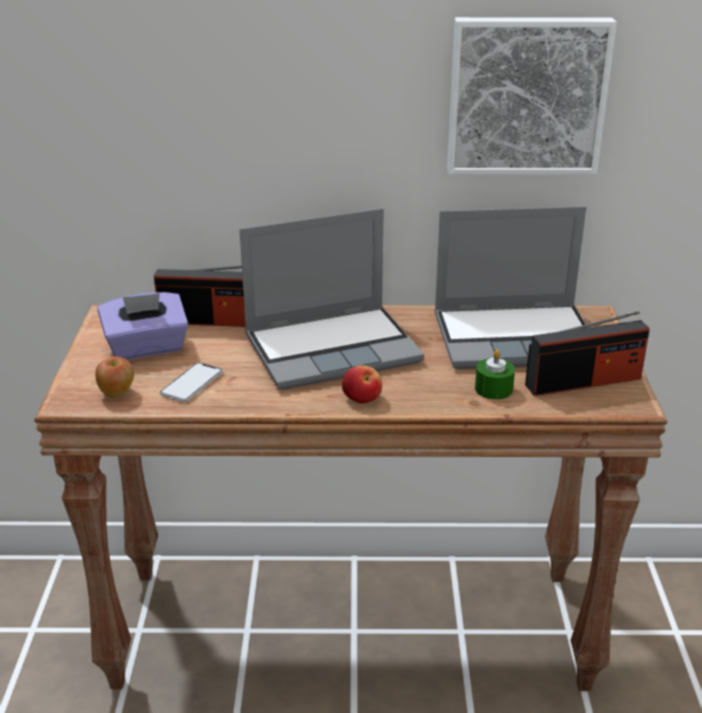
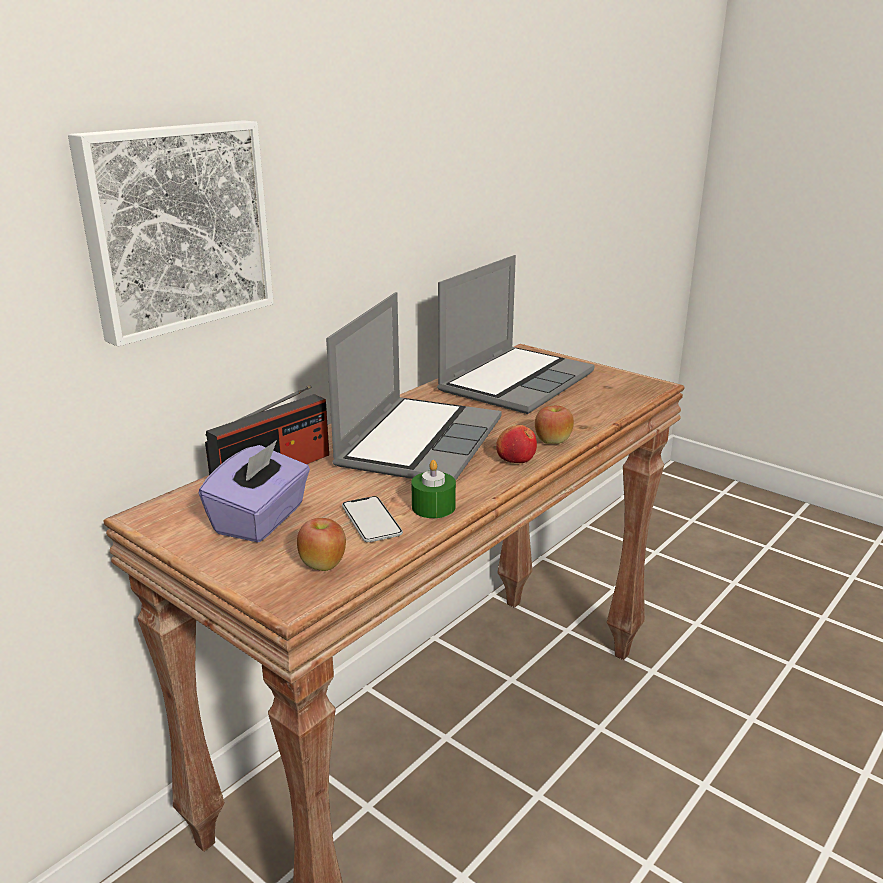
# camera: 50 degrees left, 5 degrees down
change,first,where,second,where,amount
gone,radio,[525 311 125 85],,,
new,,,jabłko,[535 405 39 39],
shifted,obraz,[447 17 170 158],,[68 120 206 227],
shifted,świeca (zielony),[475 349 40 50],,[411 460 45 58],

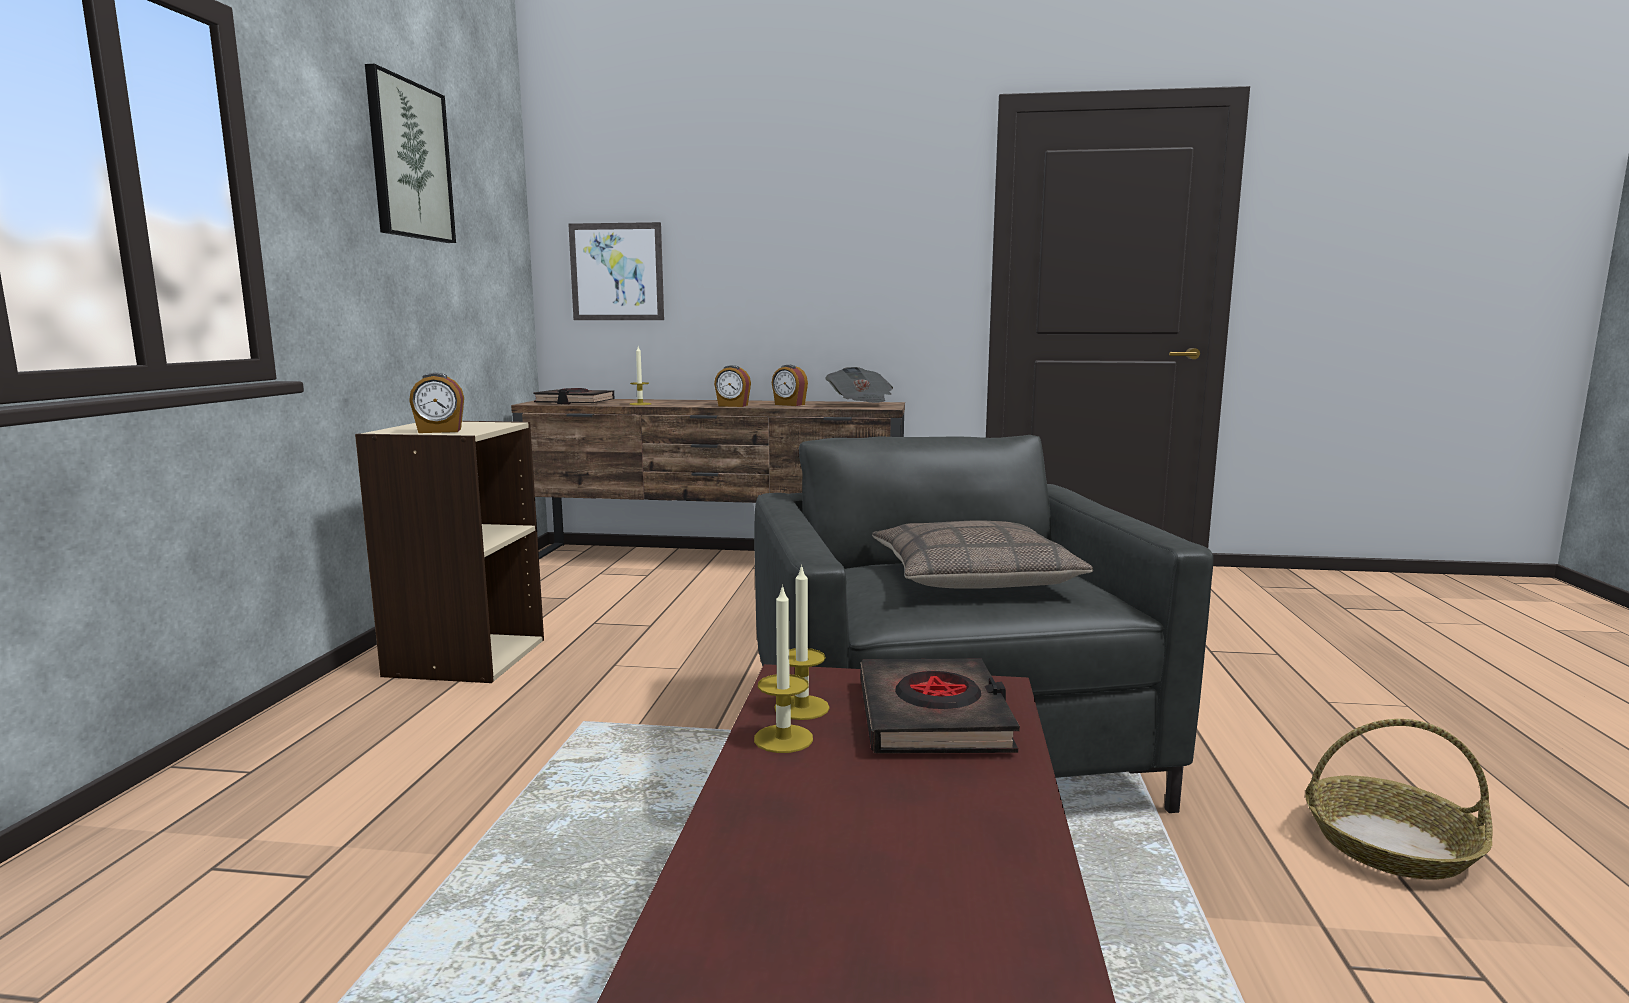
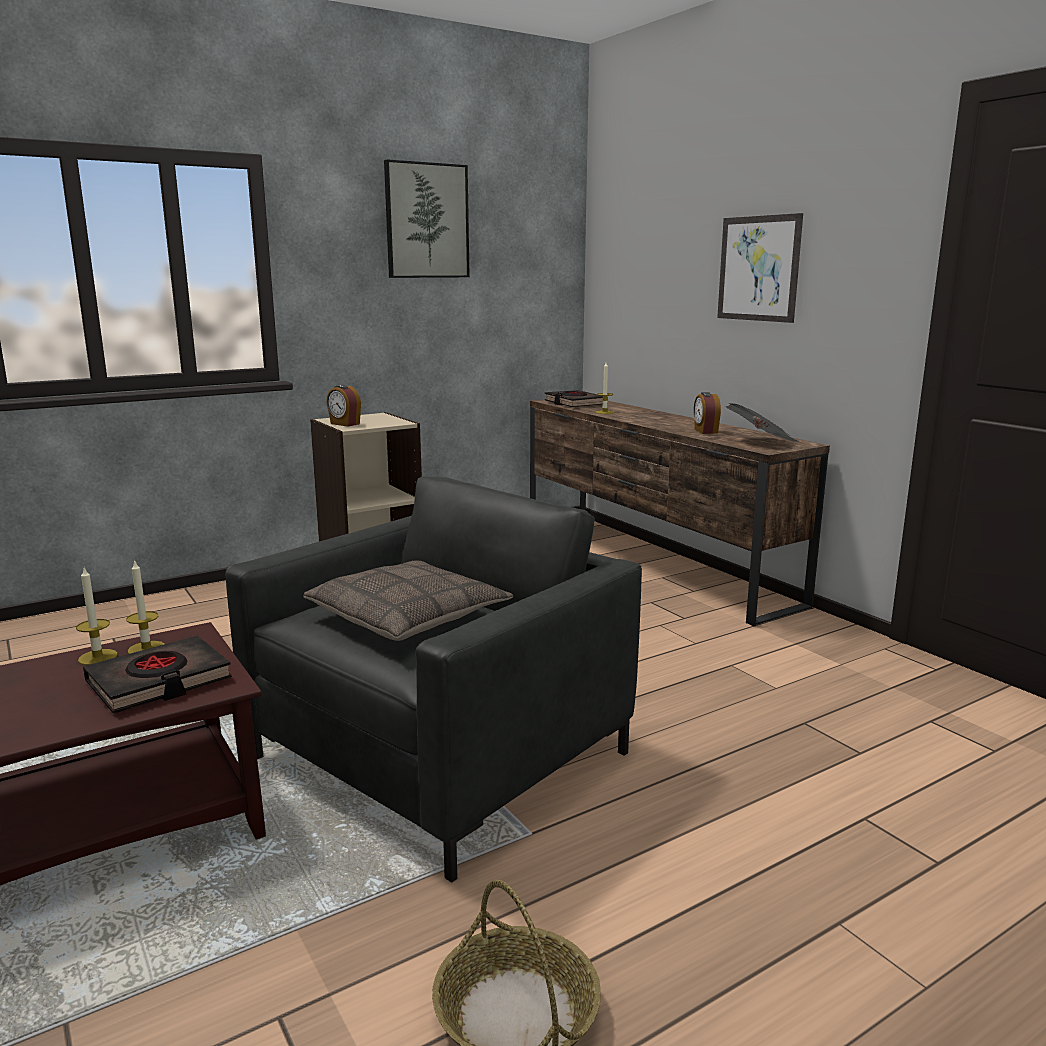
# camera: 50 degrees right, 5 degrees up
change,first,where,second,where,amount
gone,budzik,[714 365 37 42],,,
shifted,obraz,[568 222 96 98],,[717 213 86 110],

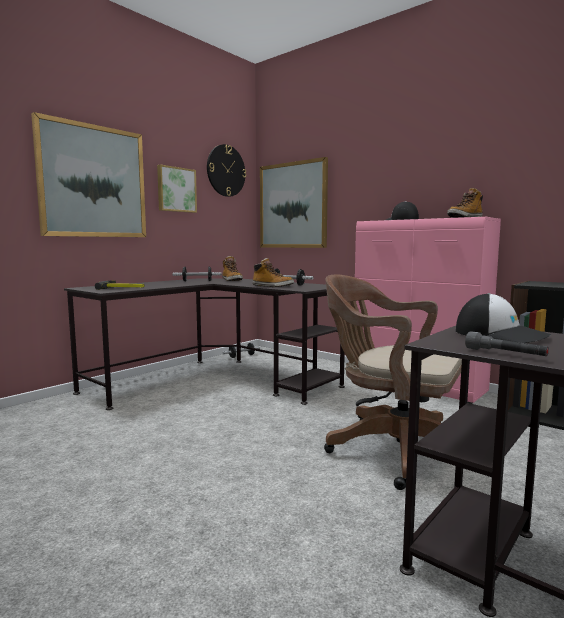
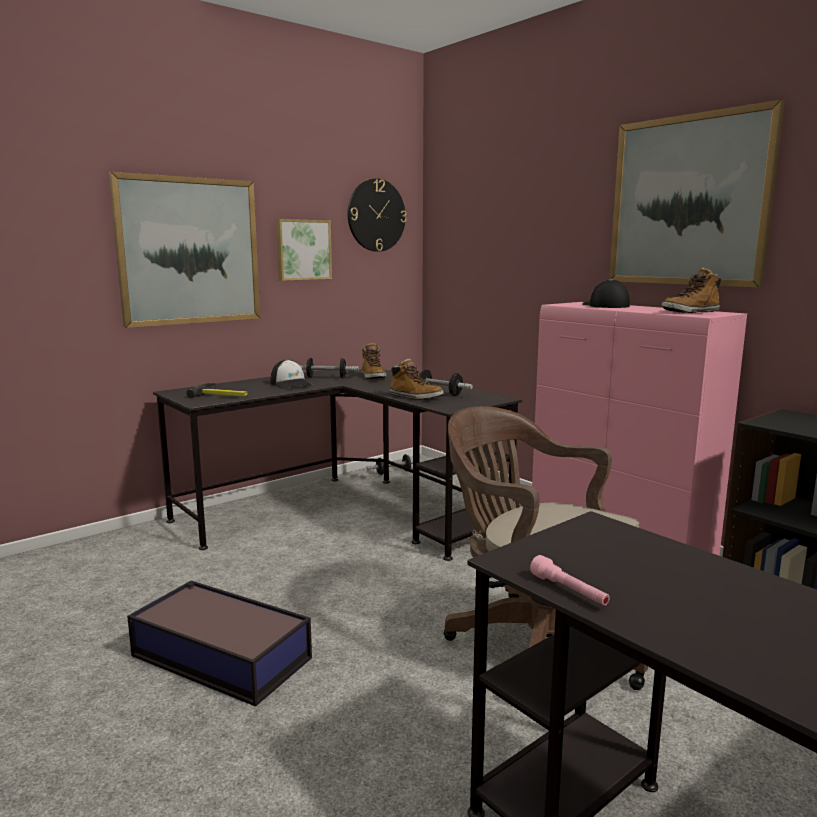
# camera: 10 degrees right, 5 degrees up
change,first,where,second,where,amount
new,,,pojemnik do przechowywania,[127 580 185 127],
shifted,obraz,[260 157 68 91],,[609 100 176 188],
shifted,czapka z daszkiem,[456 293 95 50],,[270 360 43 29],
repainted,latarka (szary),[465 331 84 25],latarka (różowy),[530 555 80 51],

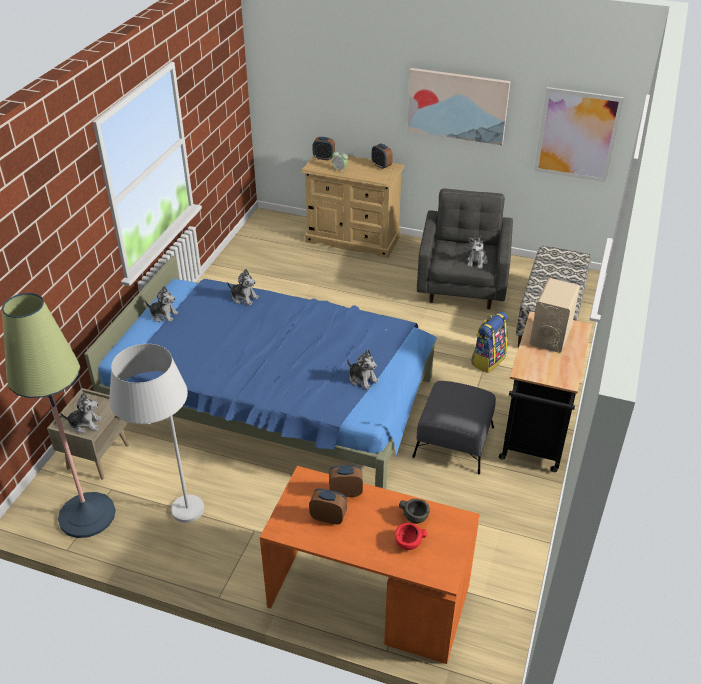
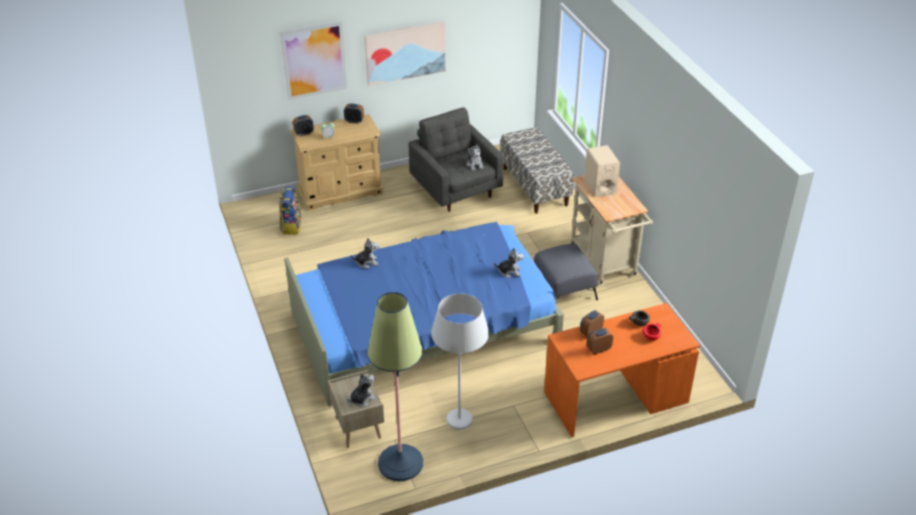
# camera: 40 degrees left, 0 degrees up
change,first,where,second,where,amount
gone,pluszak,[145 286 34 36],,,
shifted,plecak,[471 311 37 62],,[279 186 22 49],
shifted,obraz,[534 87 90 95],,[280 21 67 79],
repainted,wózek (czarny),[499 311 93 161],wózek (beżowy),[569 175 84 110],

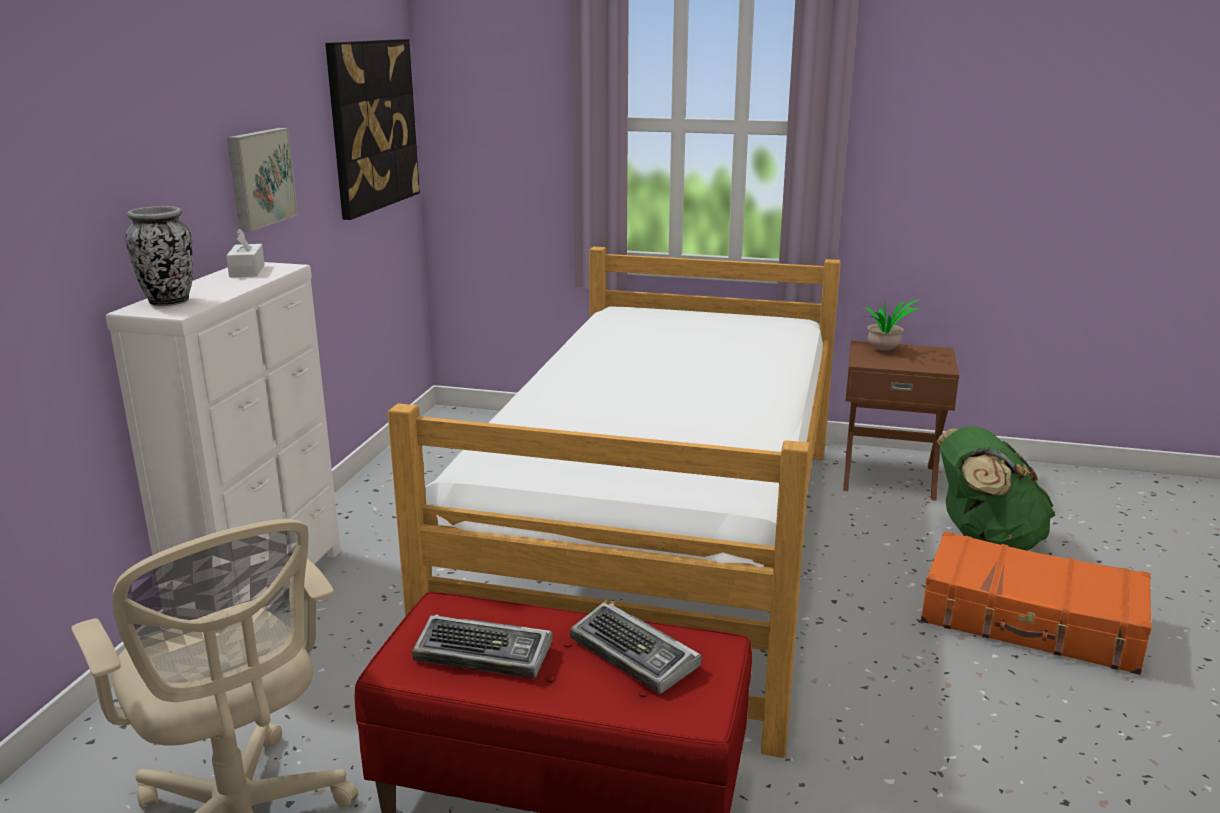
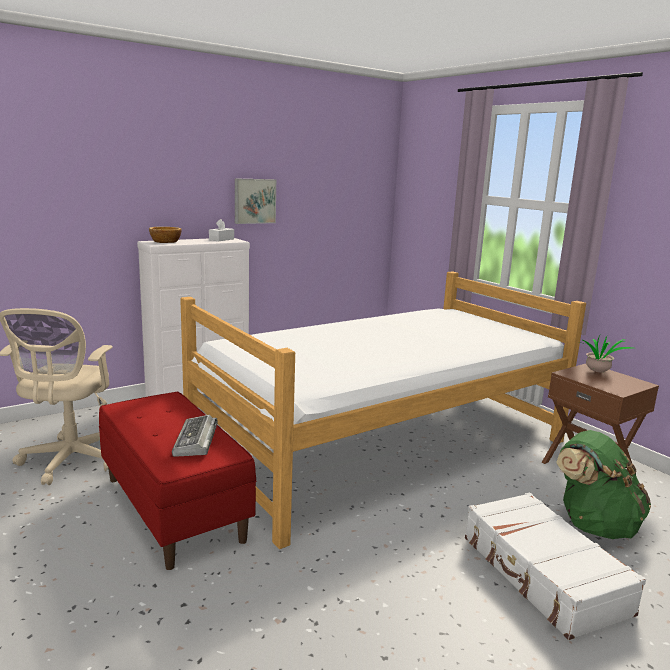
# camera: 40 degrees right, 5 degrees down
change,first,where,second,where,amount
gone,obraz,[325 39 95 181],,,
gone,klawiatura,[412 615 140 64],,,
swapped,wazon,[126 206 67 100],miska,[149 227 33 16],
repainted,walizka (pomarańczowy),[921 531 231 144],walizka (biały),[465 493 181 147],

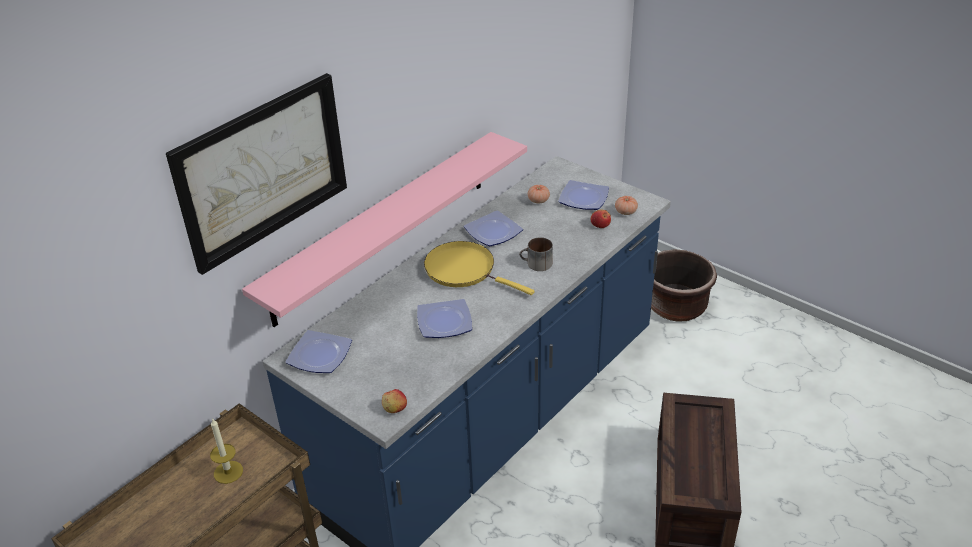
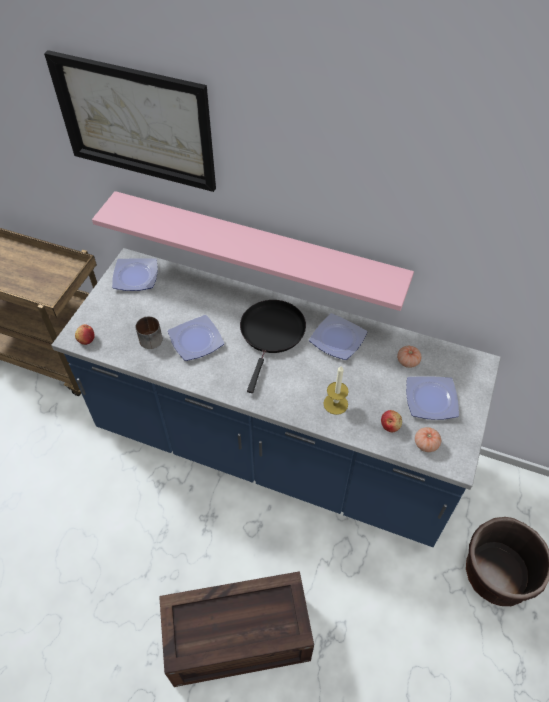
# camera: 70 degrees right, 15 degrees up
change,first,where,second,where,amount
shifted,świeca,[210 418 33 66],,[323 365 26 50],
shifted,kubek,[519 237 34 34],,[136 316 27 33],
repainted,patelnia (żółty),[424 241 111 54],patelnia (czarny),[240 300 66 93],

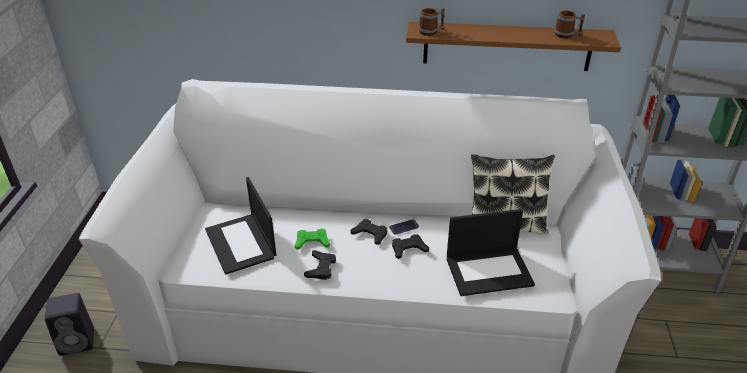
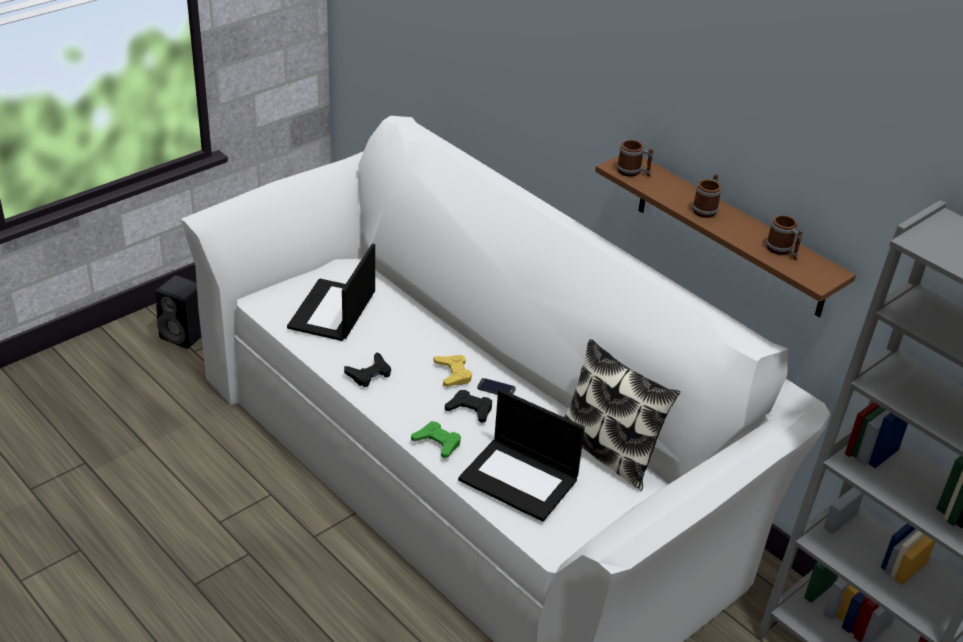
# camera: 40 degrees right, 0 degrees up
change,first,where,second,where,amount
new,,,kubek,[692 174 30 44],
shifted,pad do gier (zielony),[295 228 35 22],,[411 421 50 37],
repainted,pad do gier (czarny),[351 219 36 26],pad do gier (żółty),[433 355 39 32],

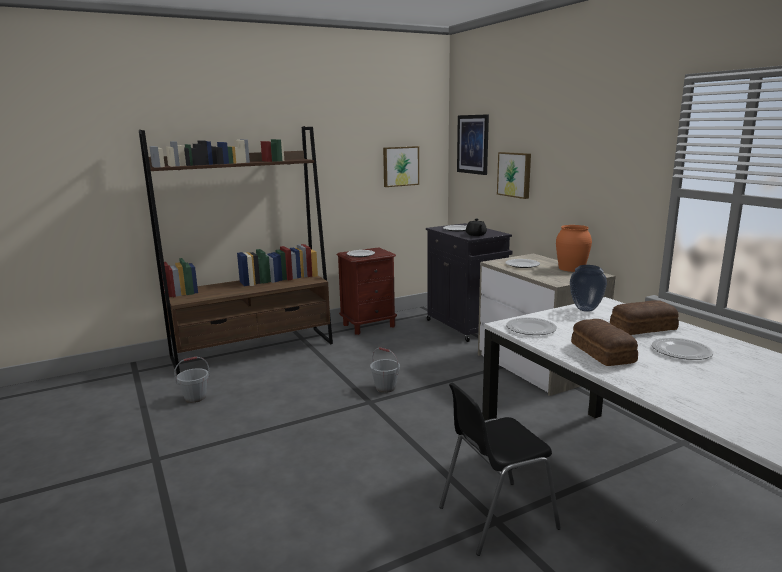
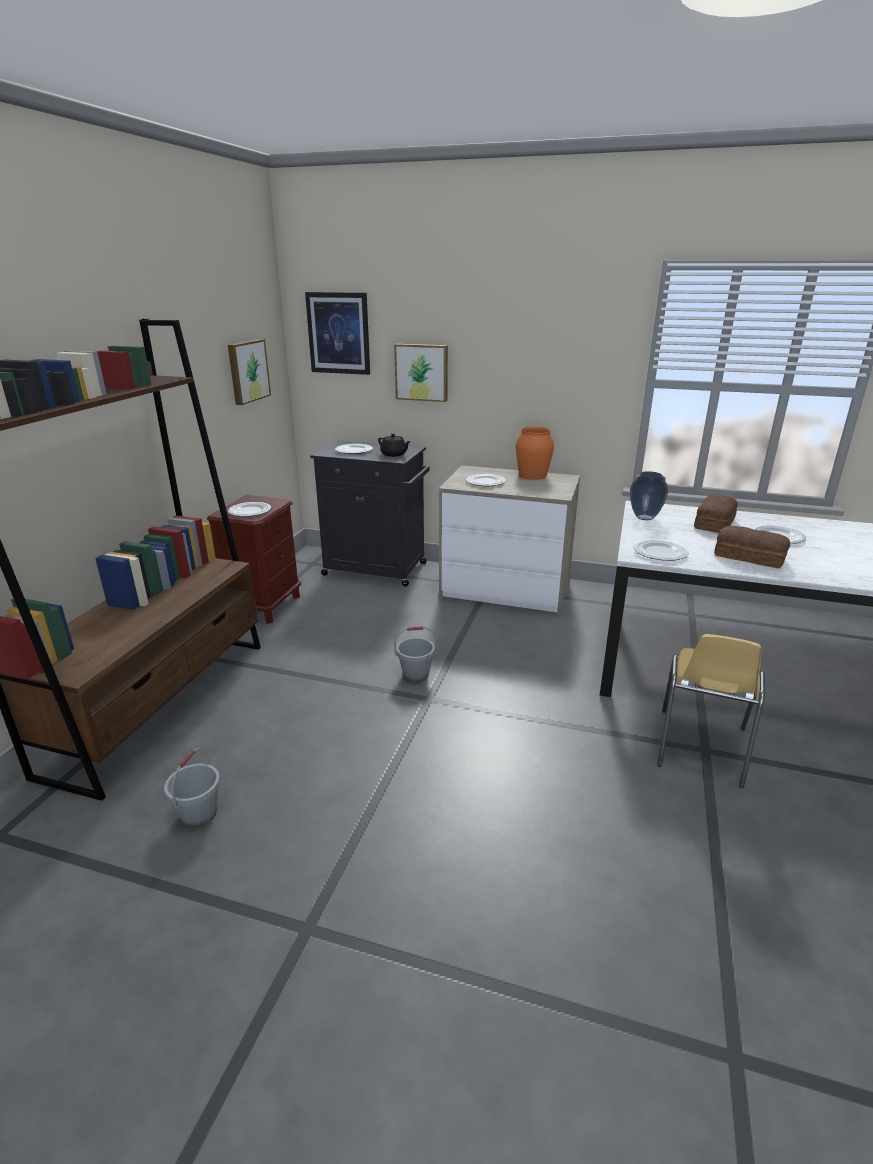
# camera: 45 degrees left, 10 degrees up
change,first,where,second,where,amount
repainted,krzesło (czarny),[439 383 122 173],krzesło (żółty),[657 634 108 154],

